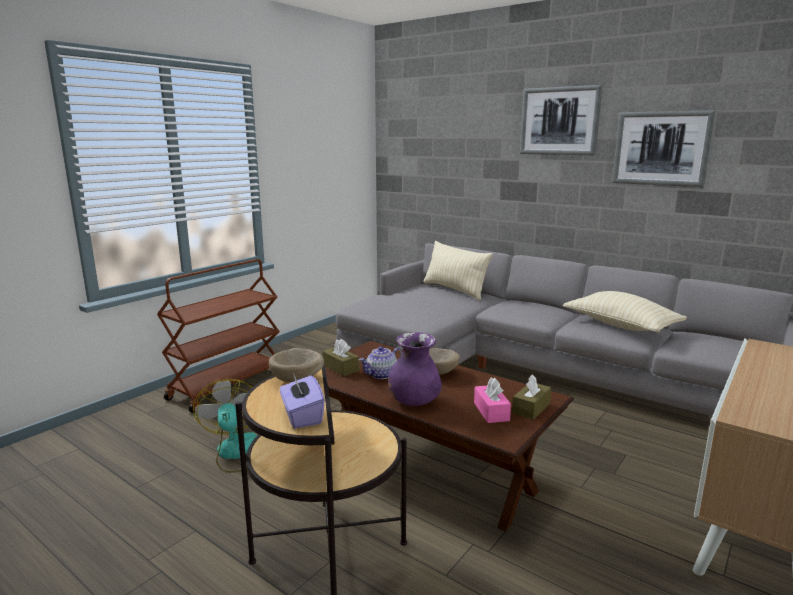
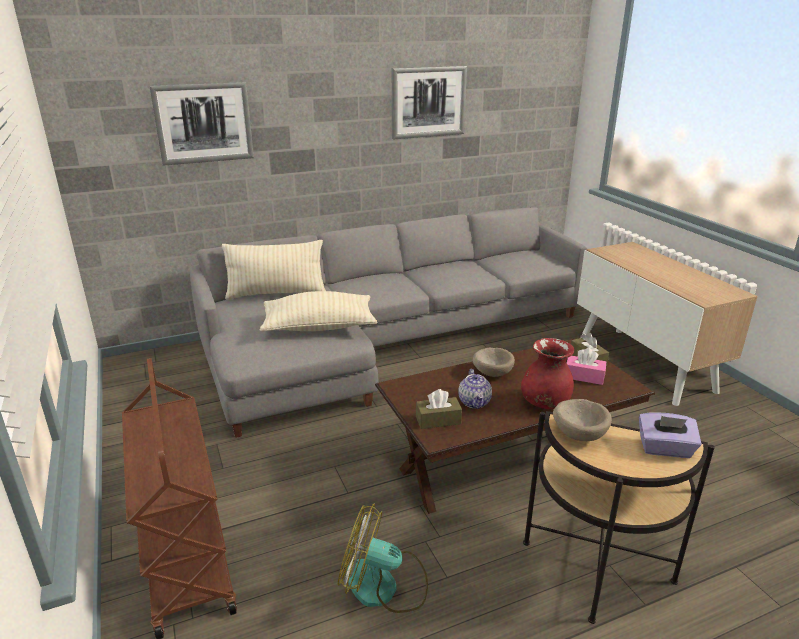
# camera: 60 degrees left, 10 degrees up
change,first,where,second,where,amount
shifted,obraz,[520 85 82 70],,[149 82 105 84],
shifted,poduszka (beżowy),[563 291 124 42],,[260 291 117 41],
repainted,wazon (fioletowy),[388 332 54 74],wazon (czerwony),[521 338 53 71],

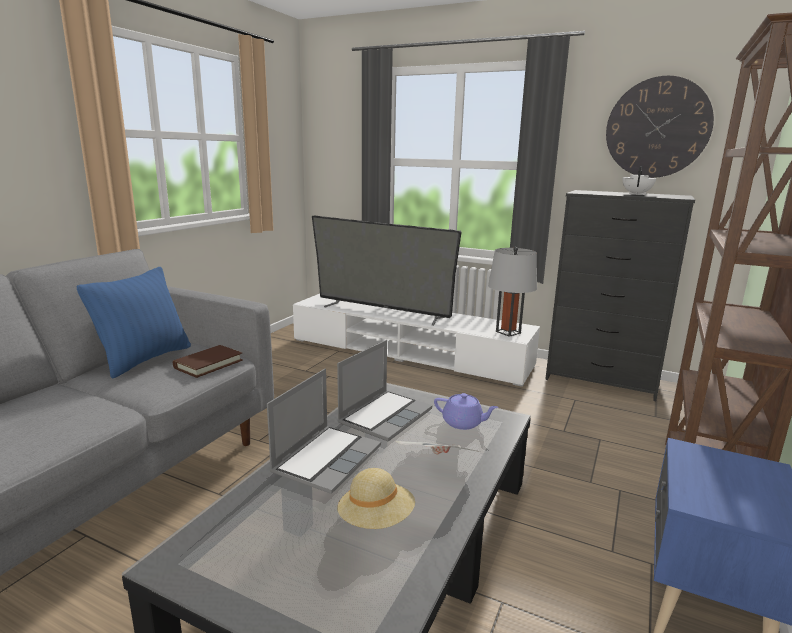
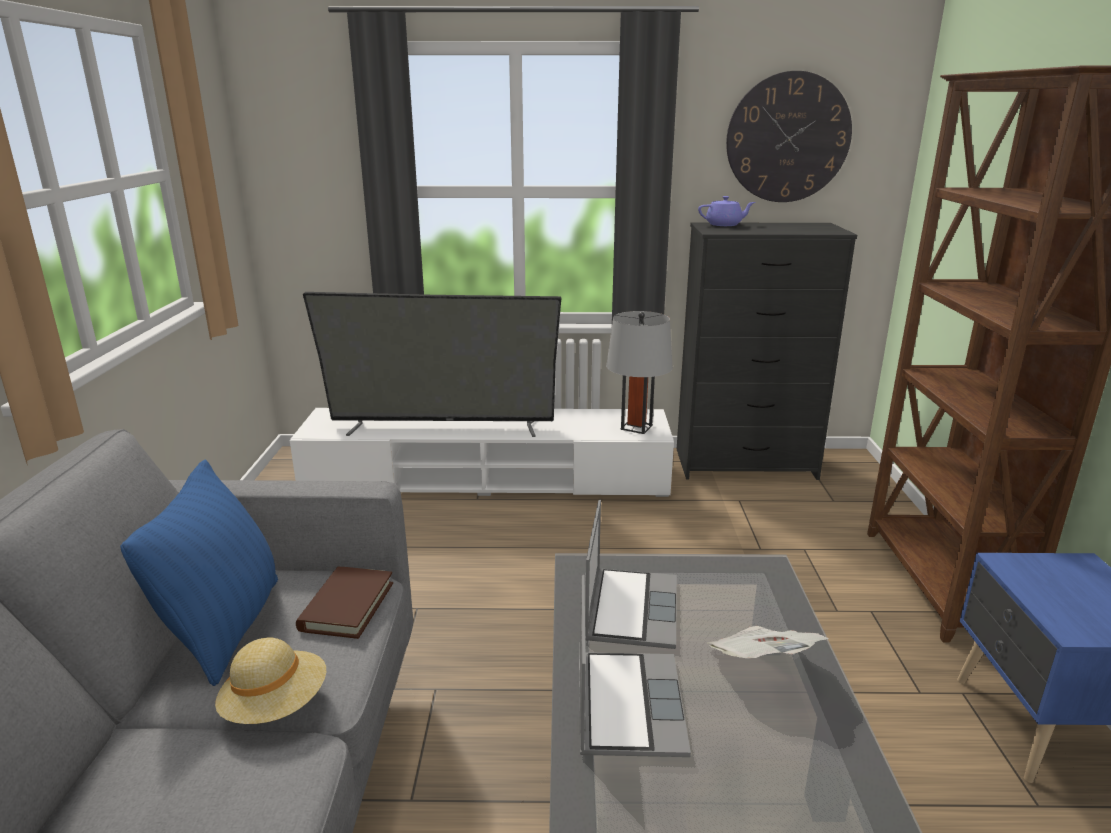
# camera: 25 degrees left, 5 degrees up
change,first,where,second,where,amount
gone,imbryk (biały),[623 167 33 28],,,
shifted,kapelusz (beżowy),[337 468 78 61],,[215 637 111 87],
shifted,imbryk (fioletowy),[434 393 64 37],,[698 196 57 30],

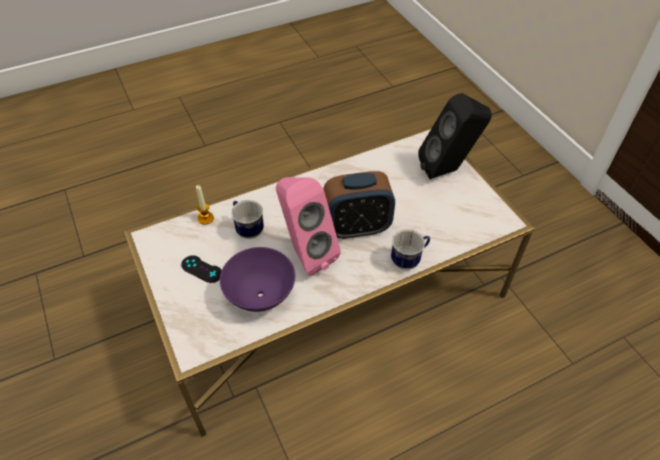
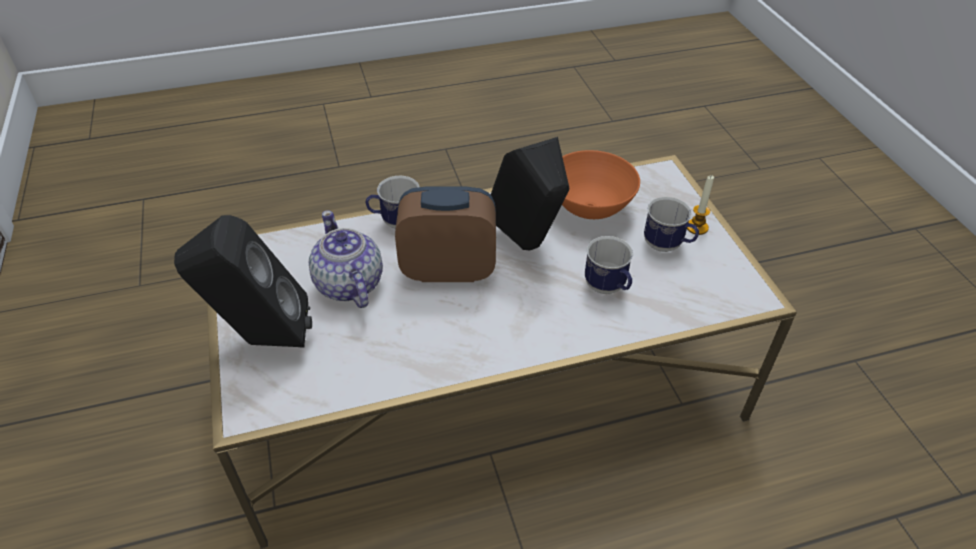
# camera: 170 degrees left, 5 degrees down
change,first,where,second,where,amount
new,,,imbryk,[309 210 74 98],
shifted,świeca,[196 185 18 40],,[687 175 27 60],
swapped,pad do gier (czarny),[181 255 41 28],kubek,[644 197 55 55],
repainted,miska (fioletowy),[220 247 75 65],miska (pomarańczowy),[562 150 78 69],
repainted,głośnik (różowy),[276 177 65 99],głośnik (czarny),[491 137 78 113],

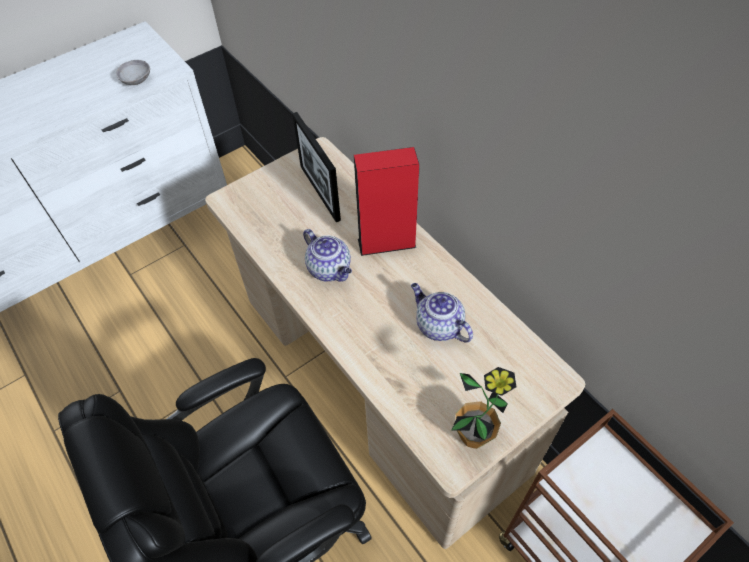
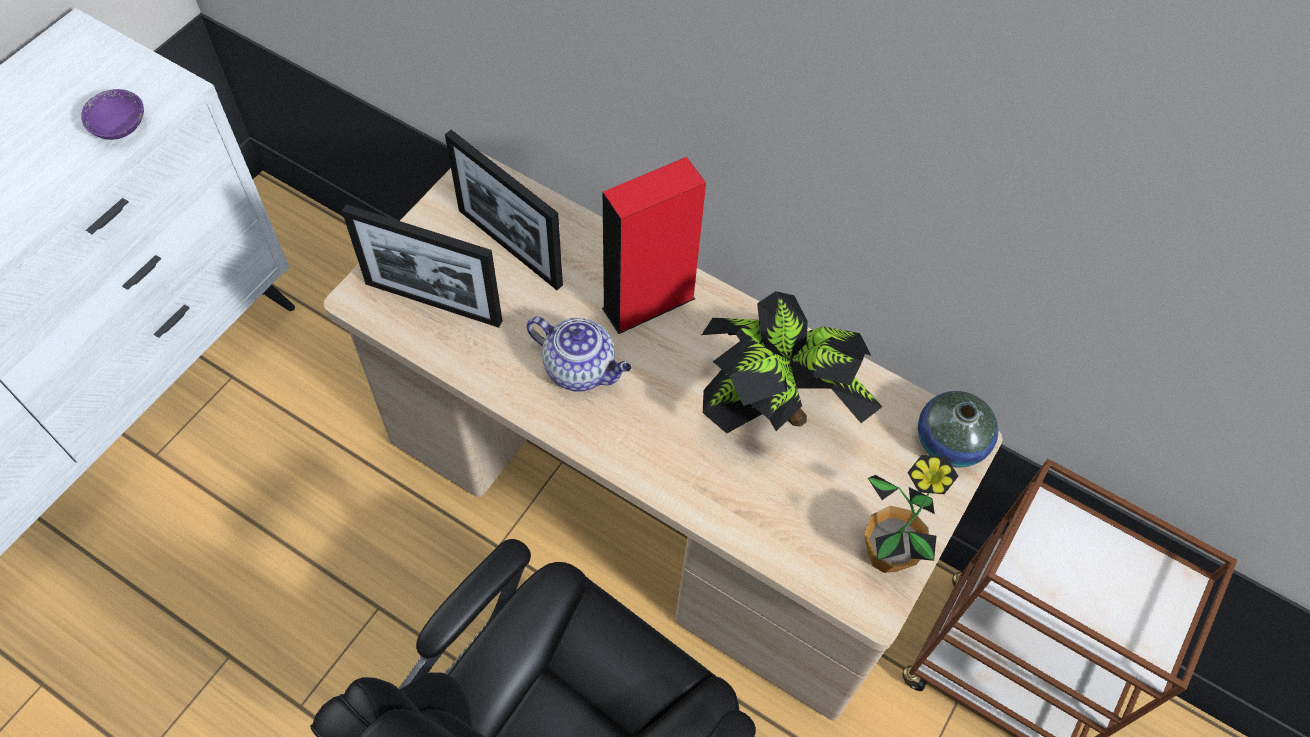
# camera: 25 degrees left, 5 degrees up
change,first,where,second,where,amount
new,,,ramka na zdjęcie,[342 204 160 124],
new,,,wazon,[918 391 80 77],
swapped,imbryk,[411 283 62 59],roślina doniczkowa,[702 291 181 143],
repainted,miska (szary),[116 60 34 25],miska (fioletowy),[81 89 63 51],

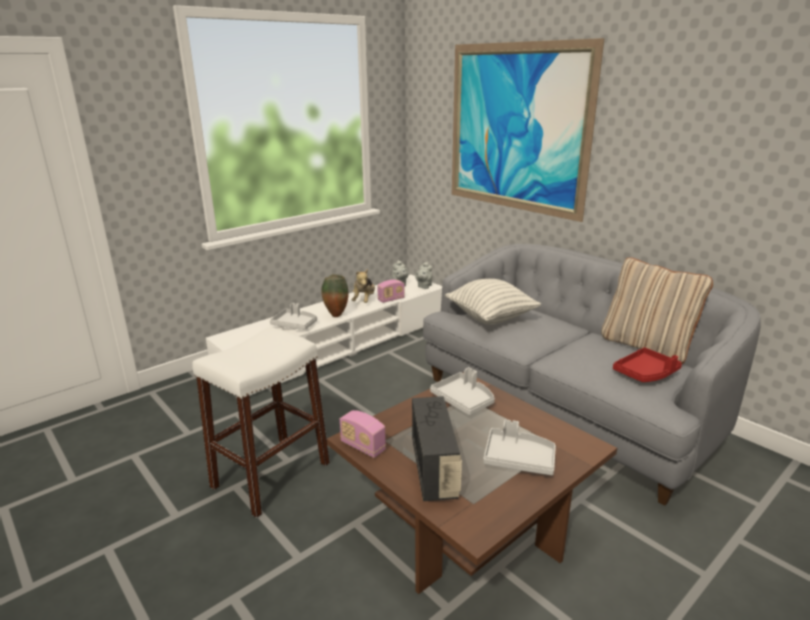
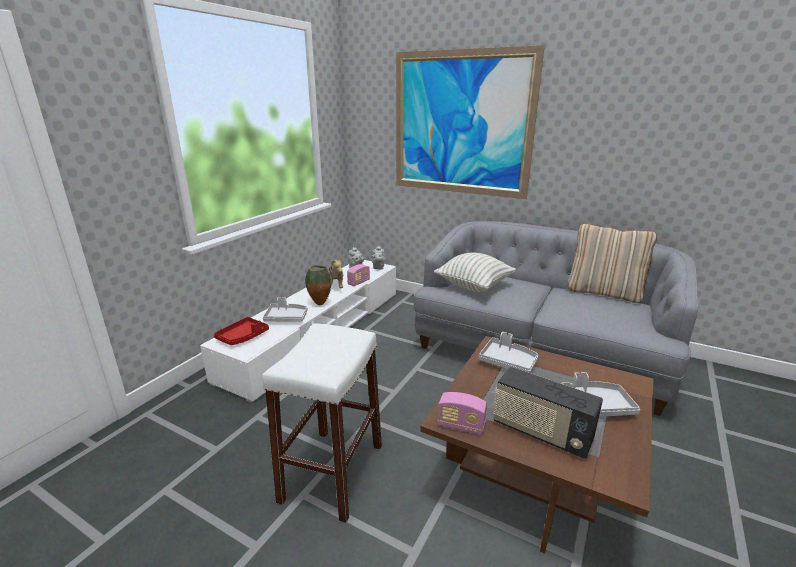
# camera: 20 degrees left, 0 degrees up
change,first,where,second,where,amount
shifted,taca (czerwony),[613 347 69 35],,[214 317 55 28],
rotated,radio,[412 396 50 105],,[493 366 110 93],150 degrees clockwise

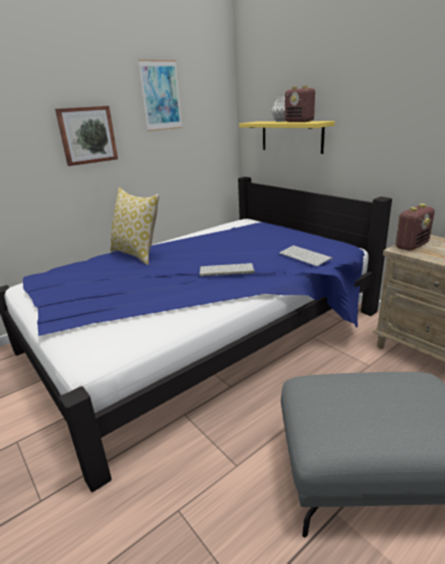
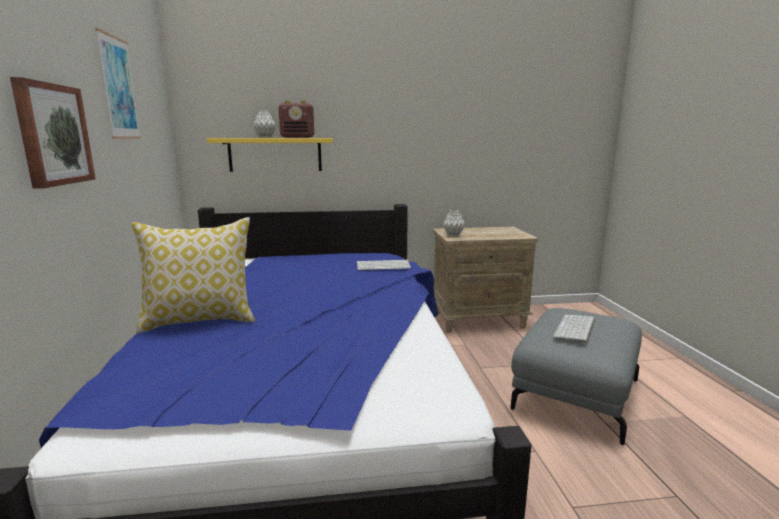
# camera: 60 degrees left, 10 degrees down
change,first,where,second,where,amount
shifted,klawiatura,[200 263 54 13],,[553 315 42 29],
swapped,radio,[396 204 39 47],wazon (szary),[443 210 22 26],

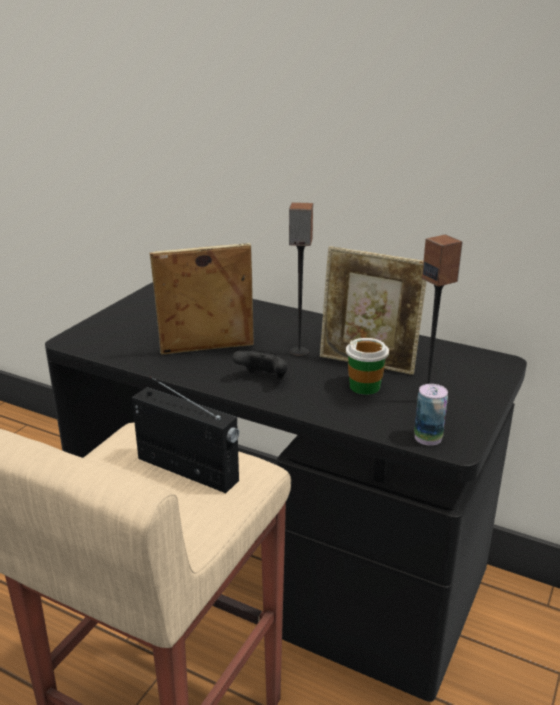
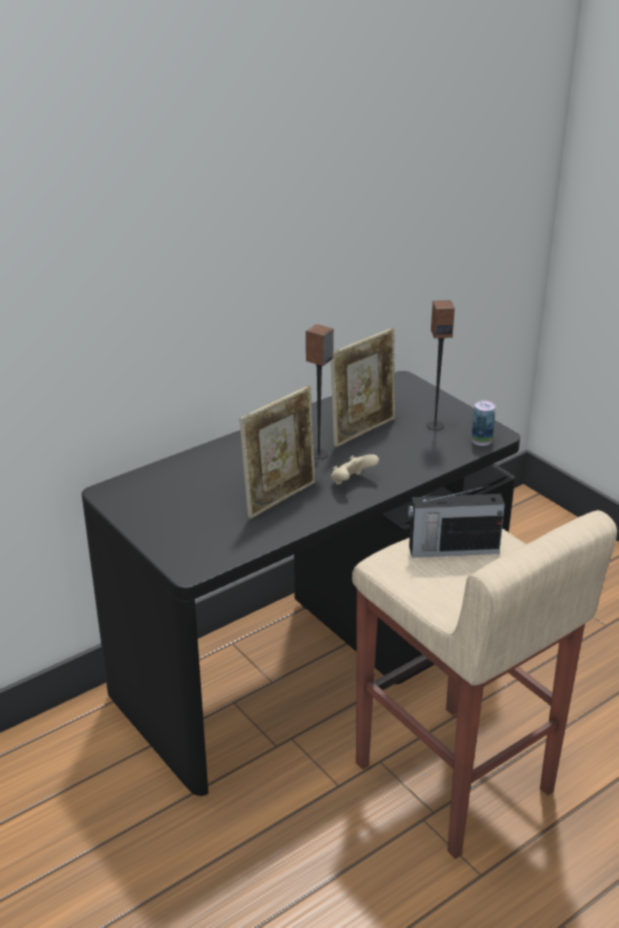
# camera: 65 degrees left, 5 degrees up
change,first,where,second,where,amount
gone,filiżanka,[346 338 43 57],,,
repainted,pad do gier (czarny),[232 351 56 27],pad do gier (beżowy),[331 454 48 31],
rotated,radio,[132 377 107 116],,[408 485 97 73],150 degrees counterclockwise
rotated,ramka na zdjęcie,[150 243 104 112],,[240 386 76 133],150 degrees counterclockwise

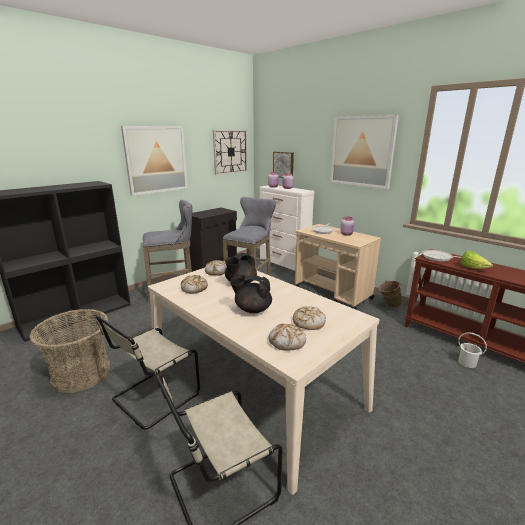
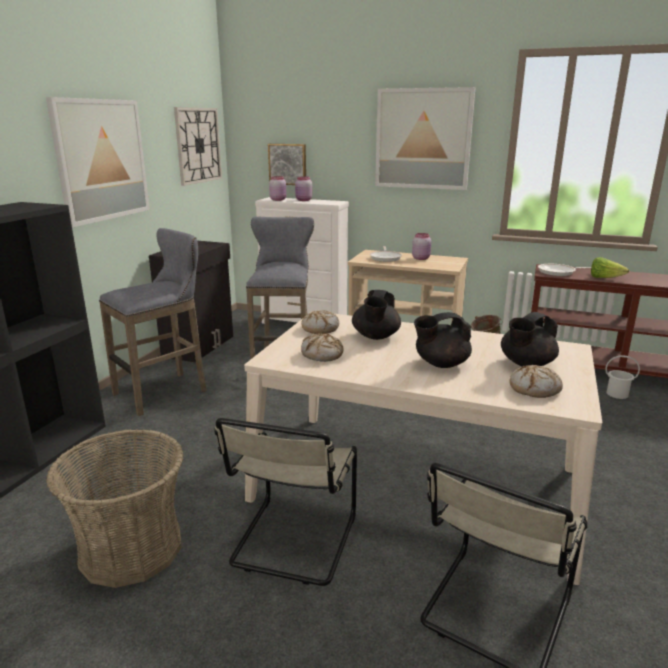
# camera: 25 degrees left, 0 degrees up
change,first,where,second,where,amount
swapped,chleb,[293 306 33 24],imbryk (czarny),[501 312 58 55],

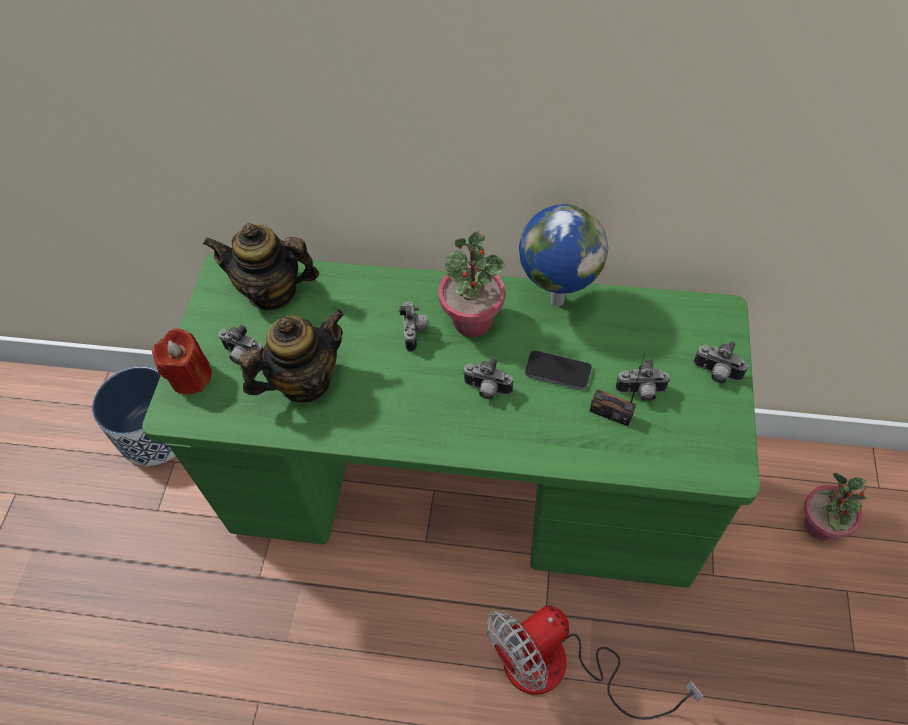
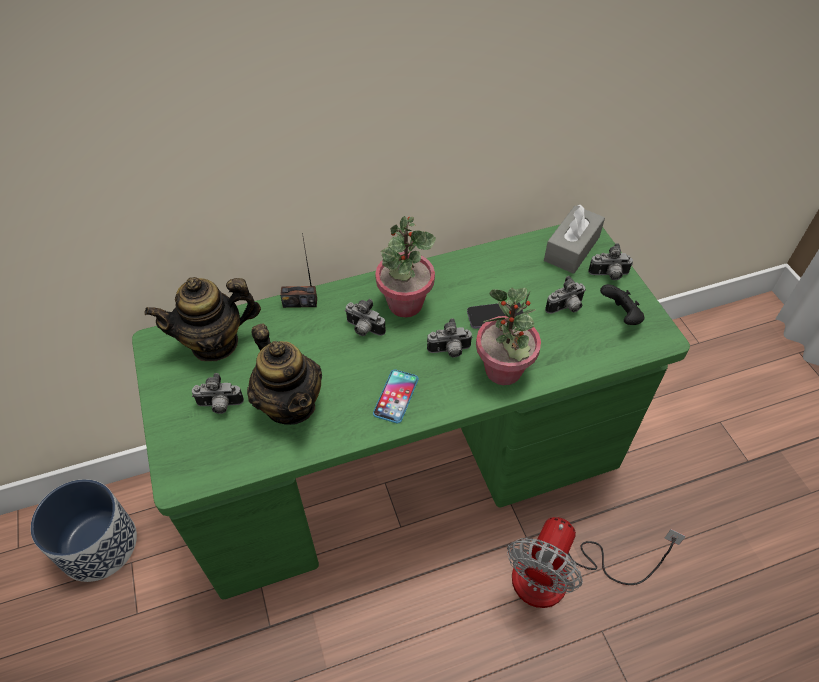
# camera: 30 degrees left, 5 degrees down
change,first,where,second,where,amount
gone,świeca (czerwony),[152 329 60 66],,,
gone,globus,[519 204 89 102],,,
new,,,telefon,[373 370 46 53],
new,,,pudełko chusteczek (szary),[544 204 61 70],
new,,,pad do gier (czarny),[600 284 45 41],
shifted,radio,[590 353 55 73],,[280 233 37 75],
shifted,roślina doniczkowa,[804 473 63 67],,[476 288 65 97],
rotated,imbryk,[239 309 105 93],,[247 323 75 102],120 degrees clockwise
rotated,aparat fotograficzny,[399 302 29 50],,[345 299 41 37],150 degrees clockwise

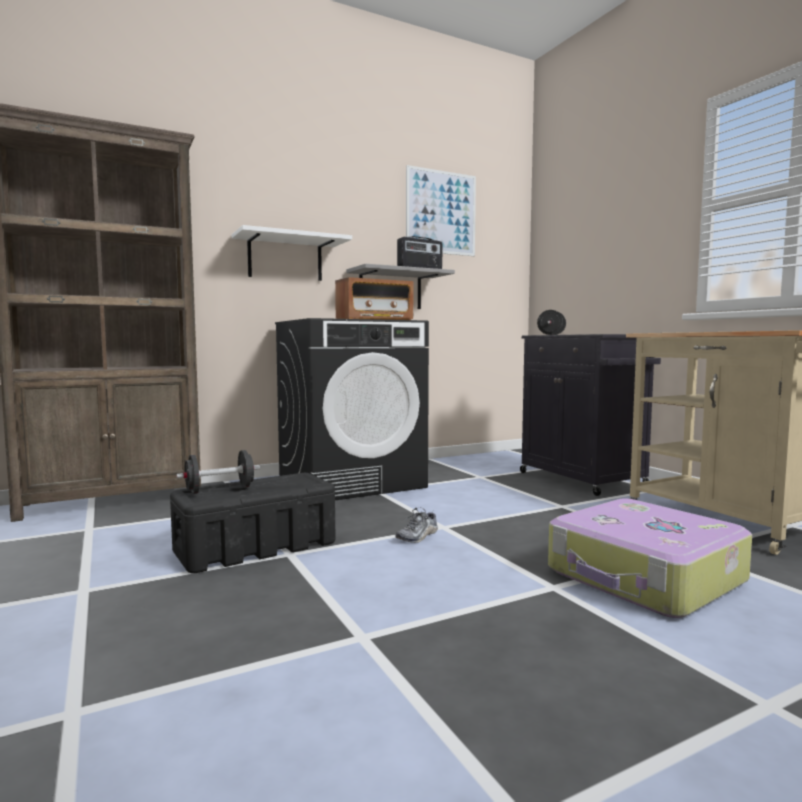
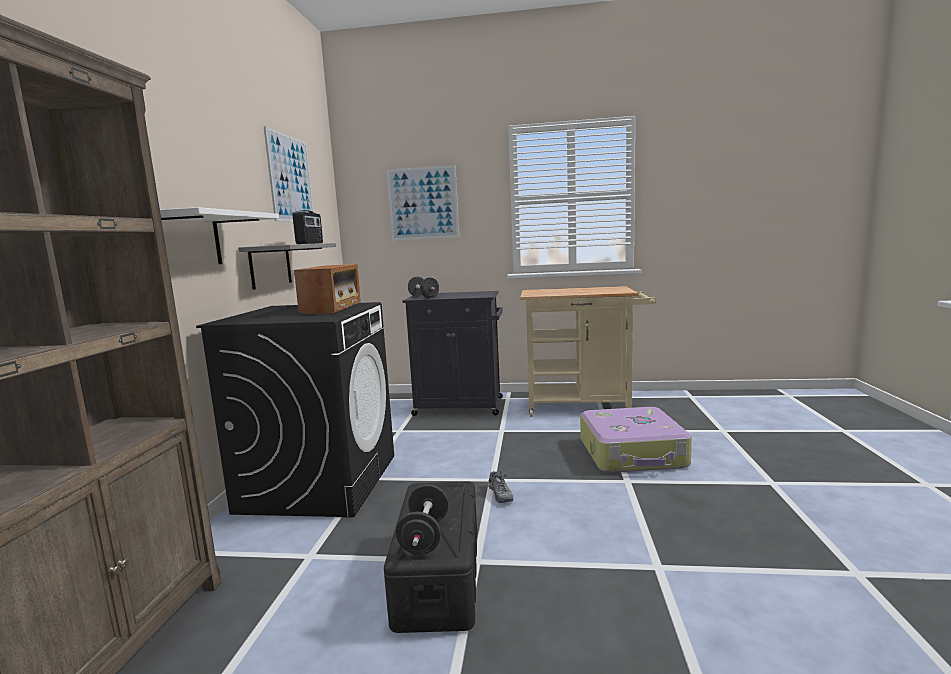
# camera: 55 degrees left, 5 degrees up
change,first,where,second,where,amount
new,,,obraz,[386 165 73 76],

